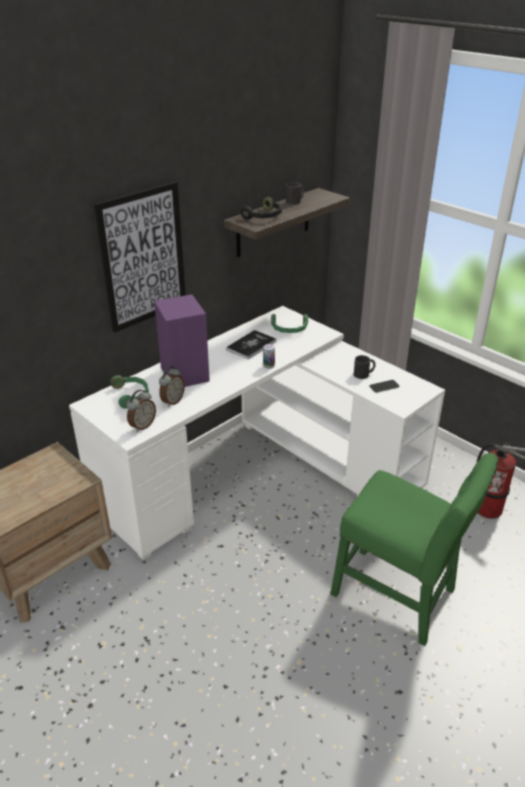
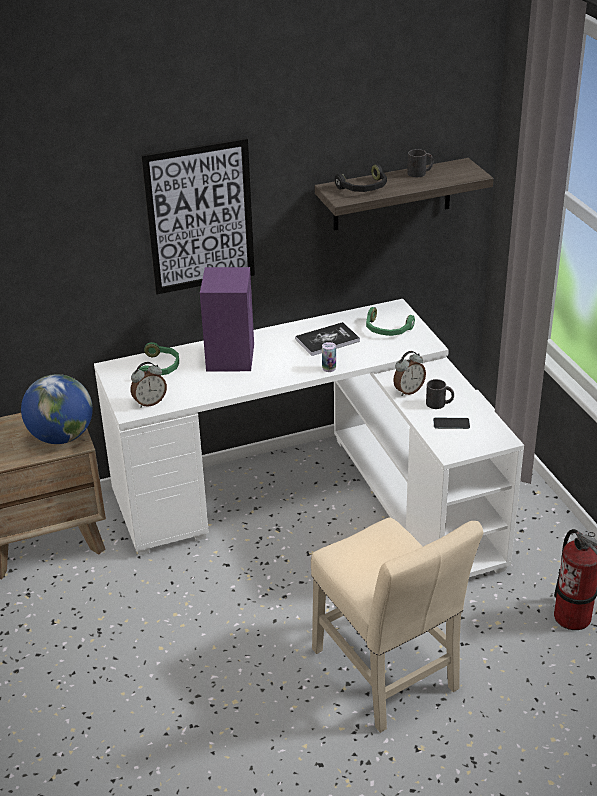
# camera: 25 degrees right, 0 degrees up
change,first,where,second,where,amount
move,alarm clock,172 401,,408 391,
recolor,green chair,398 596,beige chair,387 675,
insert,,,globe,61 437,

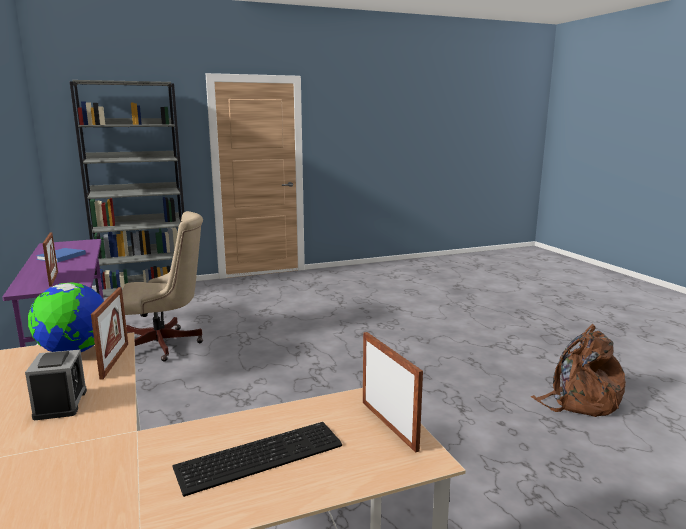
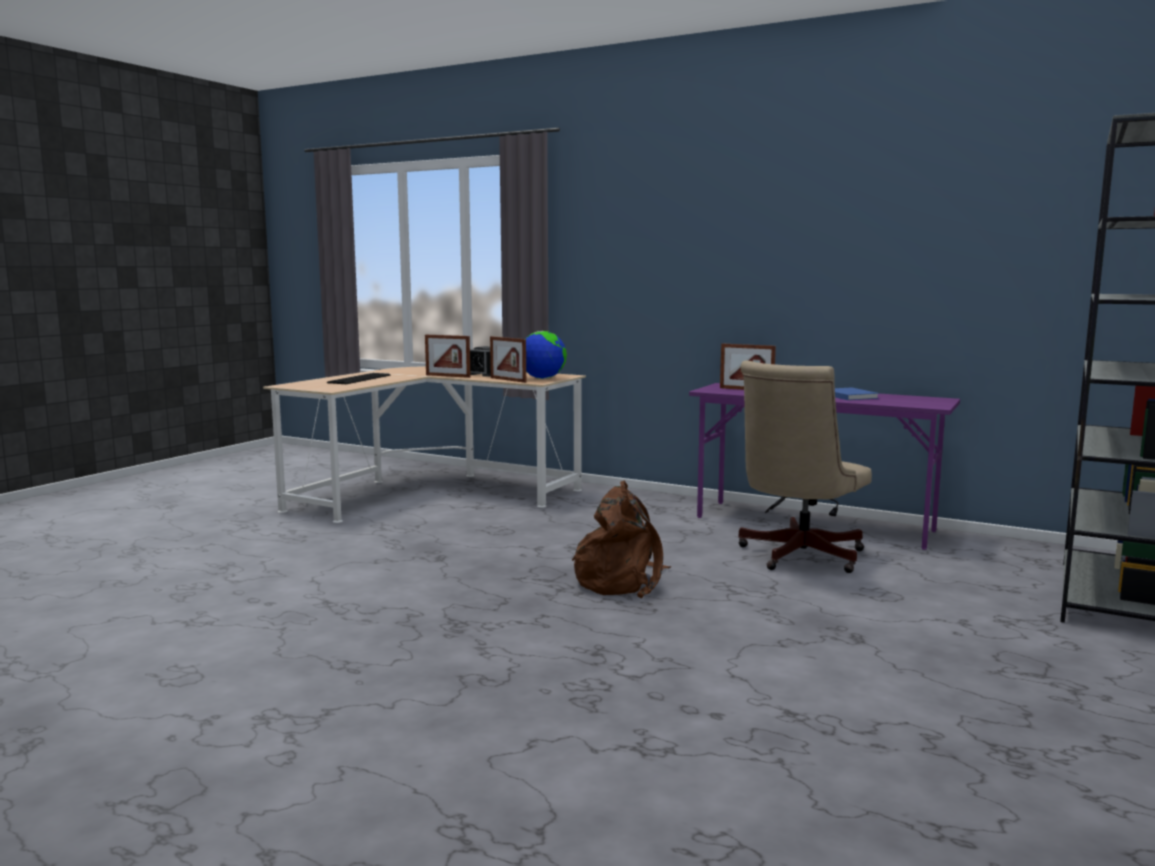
# camera: 140 degrees right, 5 degrees down
change,first,where,second,where,amount
move,brown backpack,579 401,,621 581,
move,picture frame,388 425,,448 376,

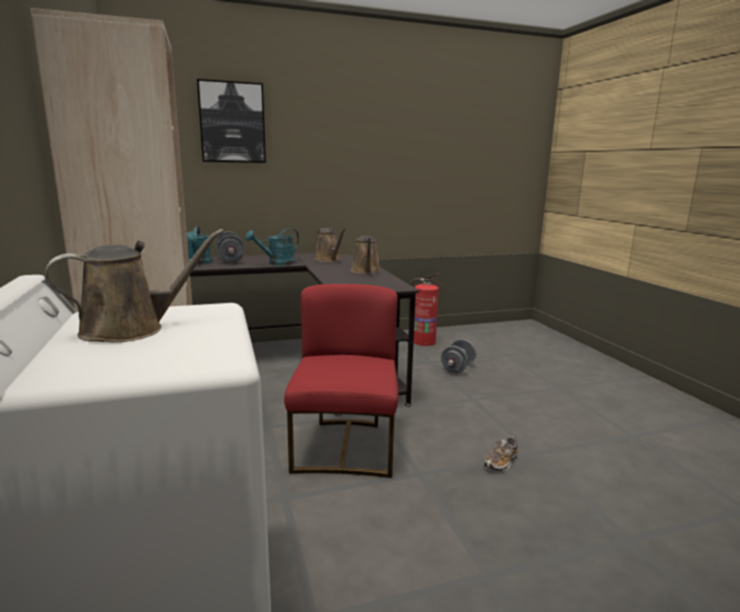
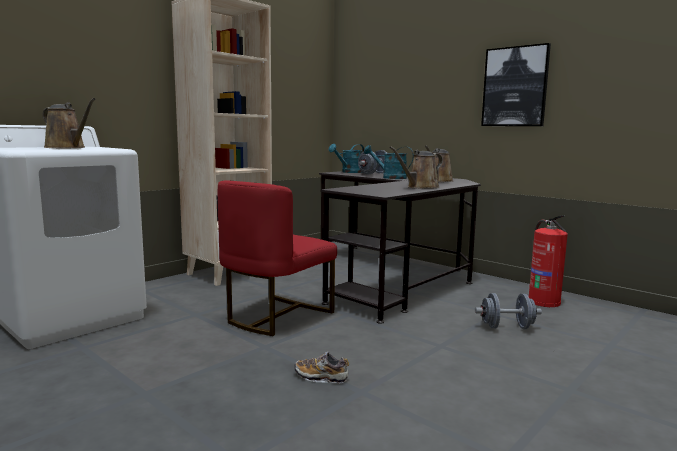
# camera: 60 degrees right, 5 degrees down
change,first,where,second,where,amount
move,picture,232 122,,515 87,
rotate,red chair,345 447,,276 316,150 degrees clockwise

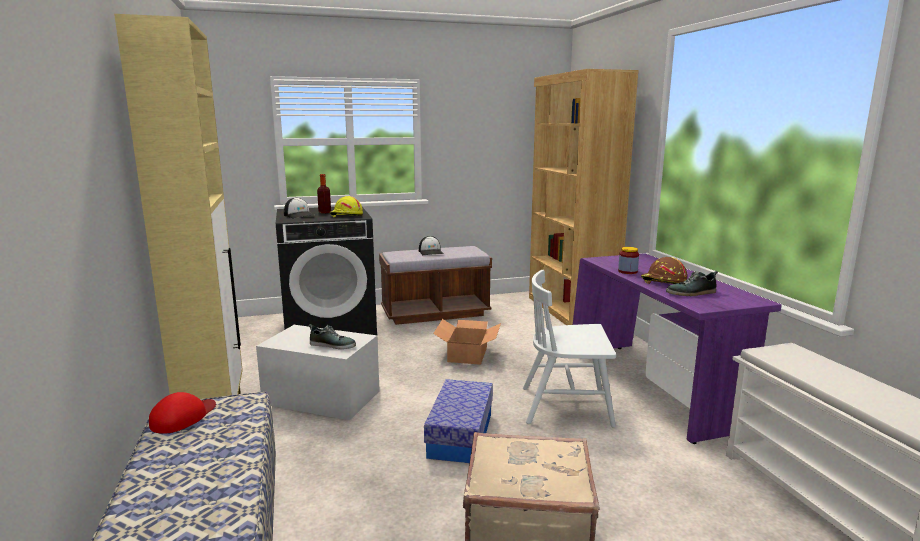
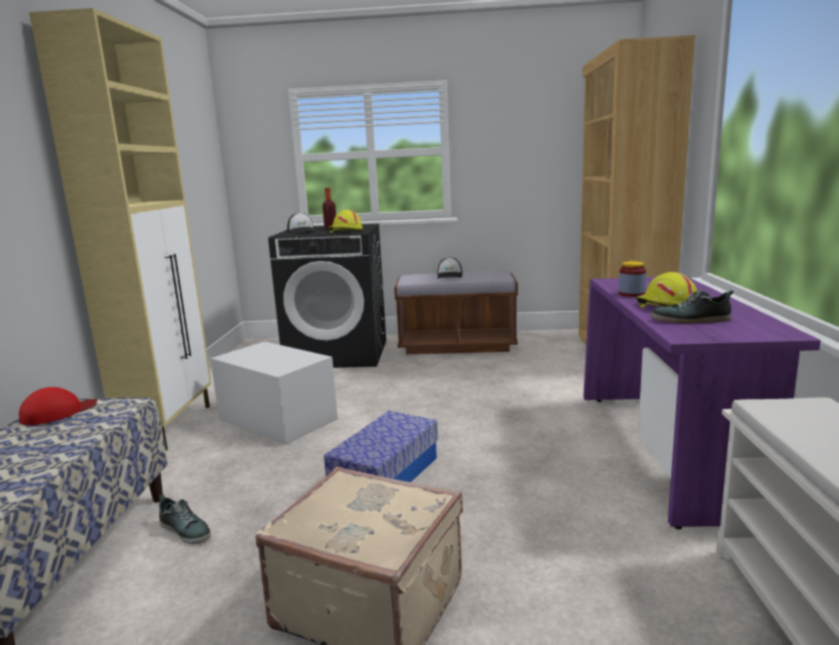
# camera: 20 degrees right, 0 degrees up
change,first,where,second,where,amount
recolor,brown hard hat,663 282,yellow hard hat,666 306,
delete,white chair,566 406,,,
delete,cardboard box,467 354,,,
move,shoe,333 345,,186 530,

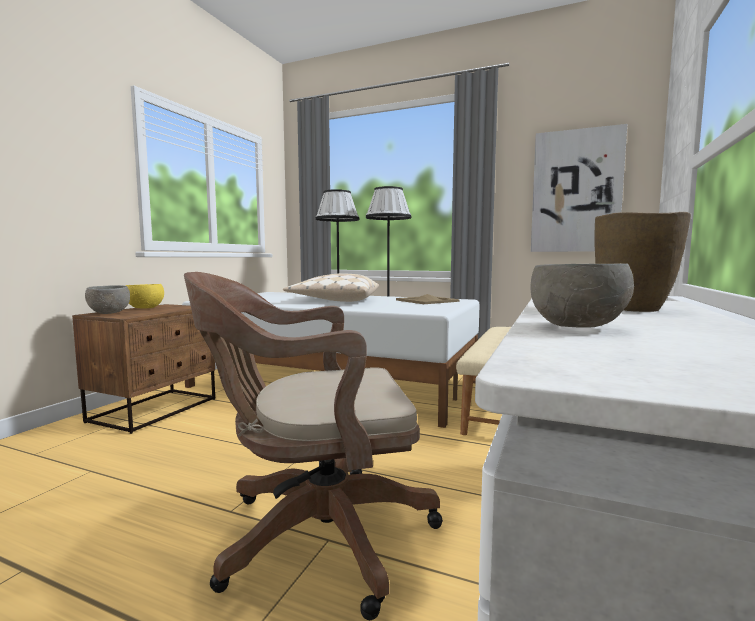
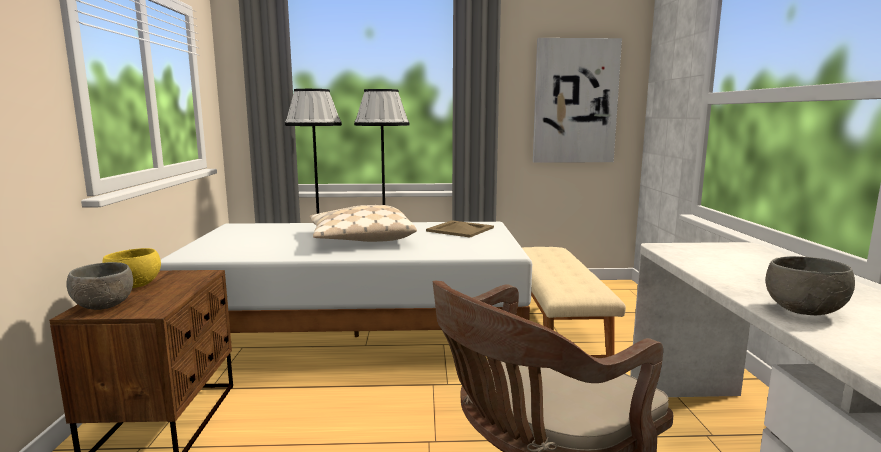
# camera: 25 degrees left, 5 degrees up
change,first,where,second,where,amount
delete,brown vase,633 309,,,

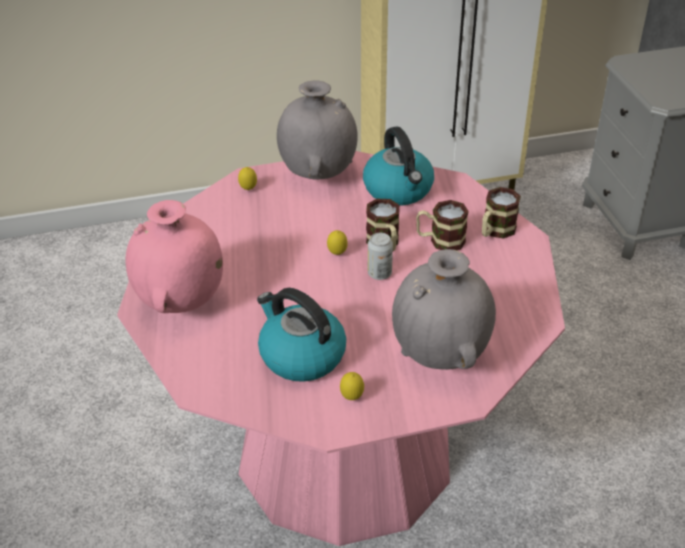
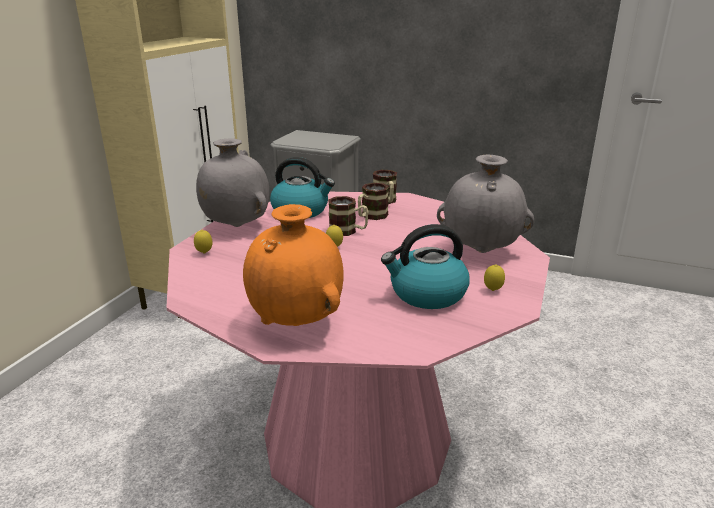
# camera: 55 degrees left, 15 degrees down
change,first,where,second,where,amount
recolor,pink vase,181 303,orange vase,297 323,
delete,can,379 274,,,

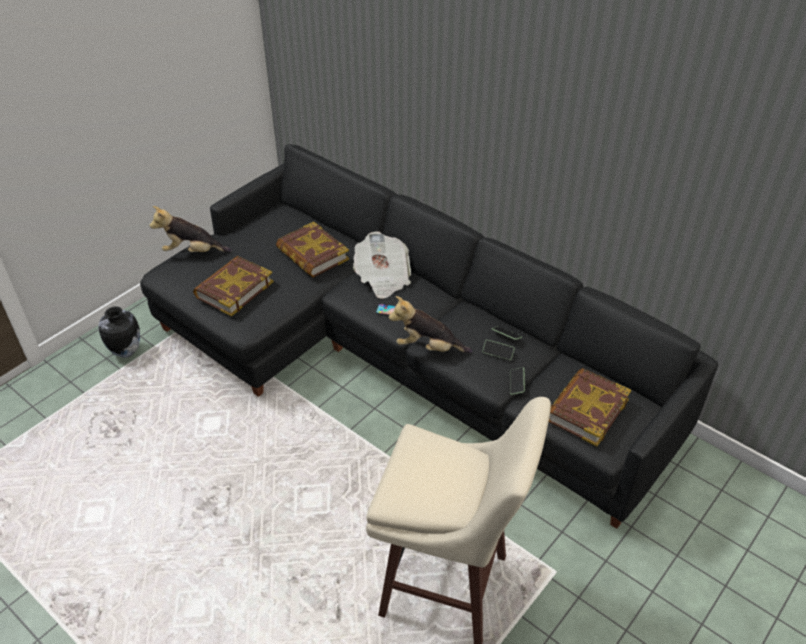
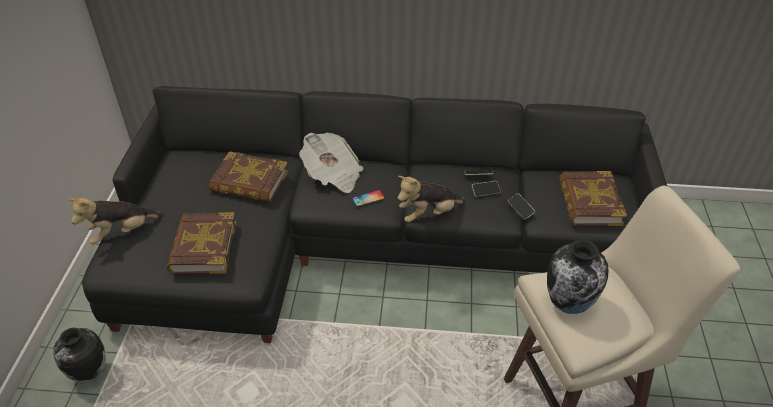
# camera: 35 degrees left, 0 degrees up
change,first,where,second,where,amount
insert,,,vase,569 305,

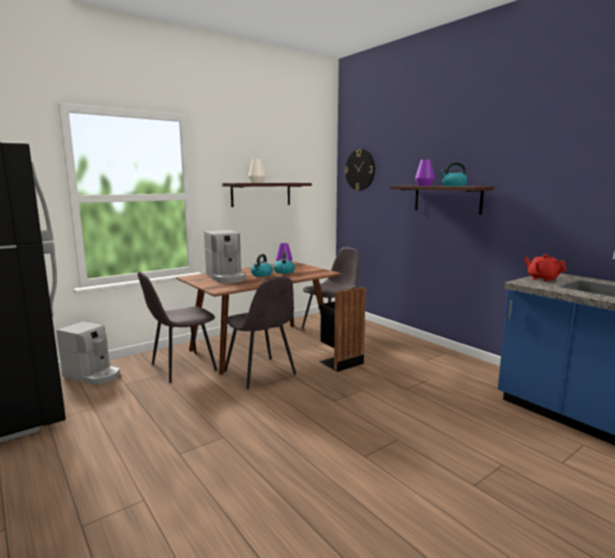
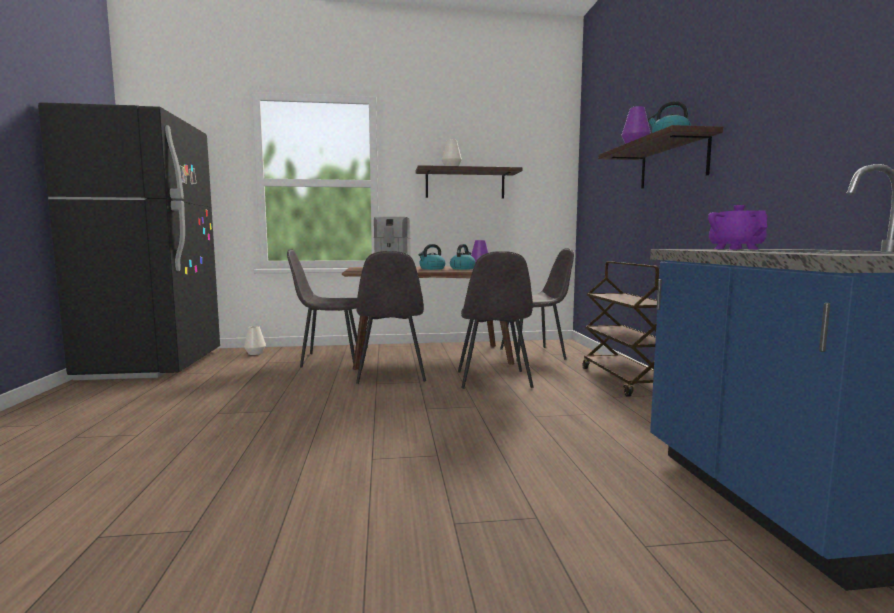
# camera: 30 degrees right, 5 degrees down
change,first,where,second,where,amount
delete,wall clock,360 170,,,
recolor,red teapot,542 279,purple teapot,735 249,
replace,black trash can,339 362,grey chair,493 380,
replace,coffee machine,93 375,white vase,255 353,
insert,,,brown cart,624 381,

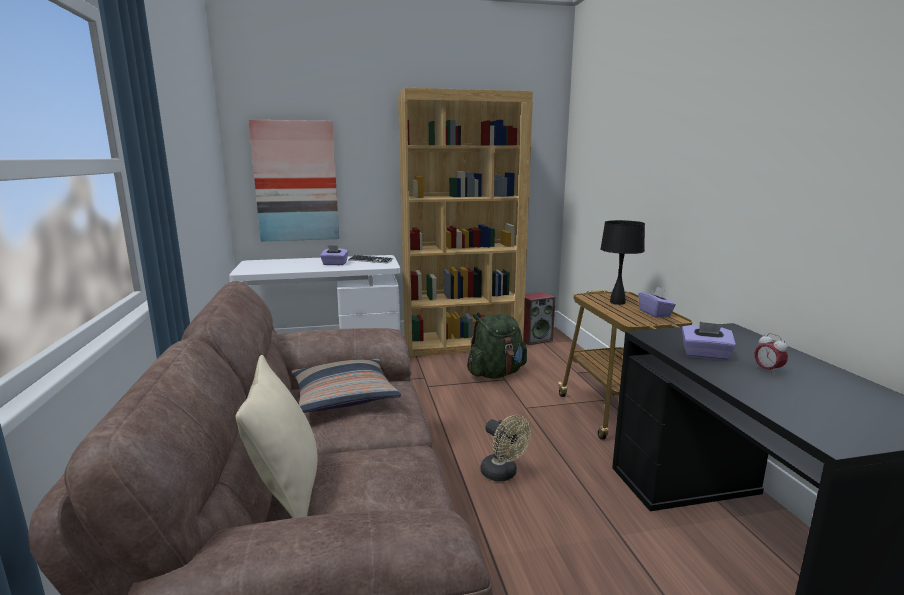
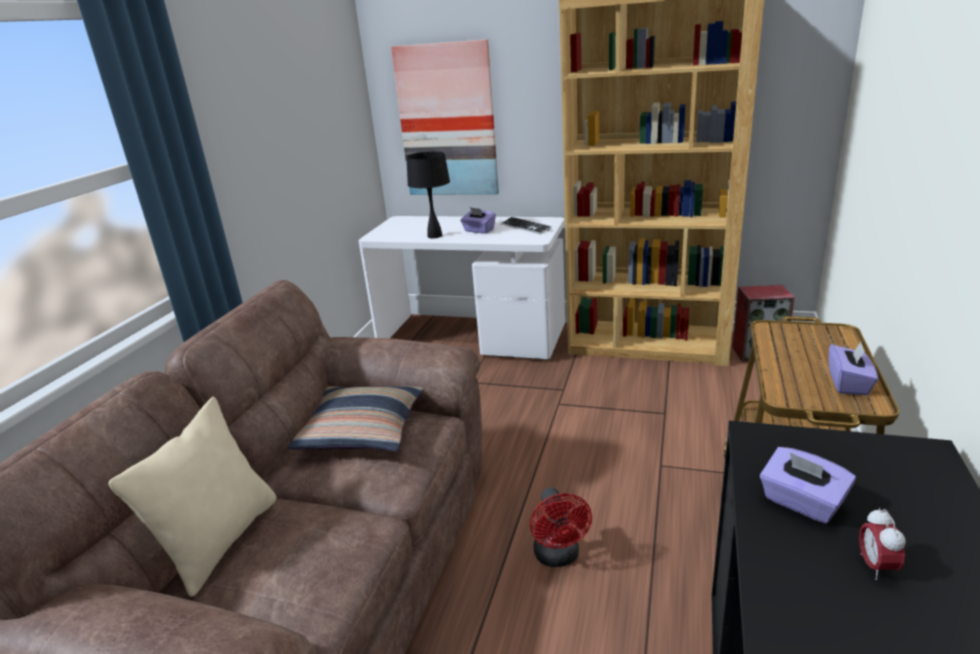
# camera: 30 degrees right, 10 degrees up
change,first,where,second,where,amount
move,black table lamp,617 302,,434 236,
delete,green backpack,496 374,,,
recolor,beige fan,503 474,red fan,559 557,

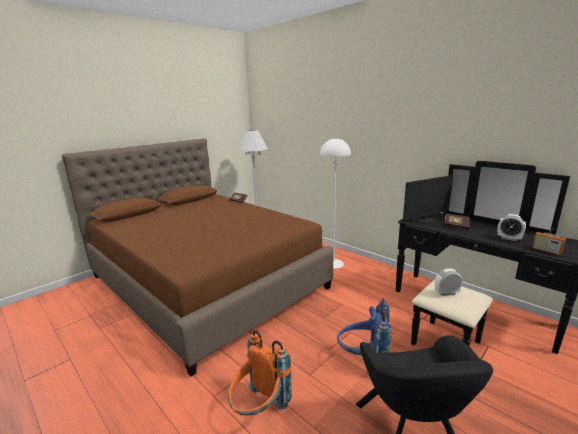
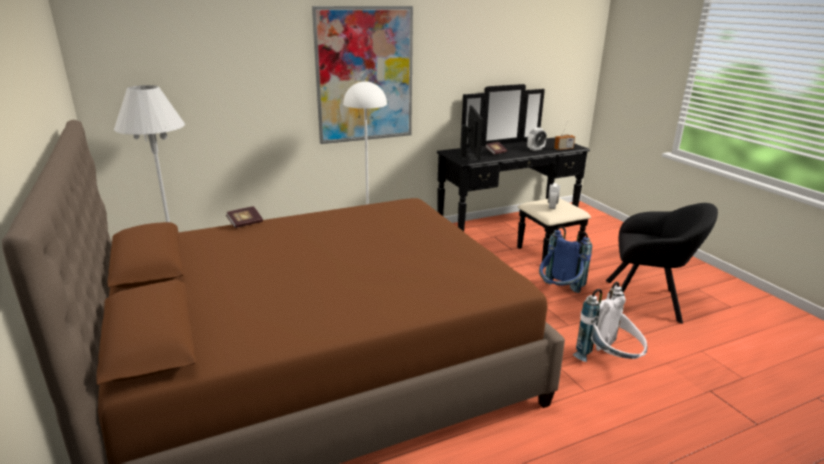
# camera: 70 degrees left, 5 degrees up
change,first,where,second,where,amount
recolor,orange backpack,259 410,white backpack,609 363,
insert,,,picture,365 75,

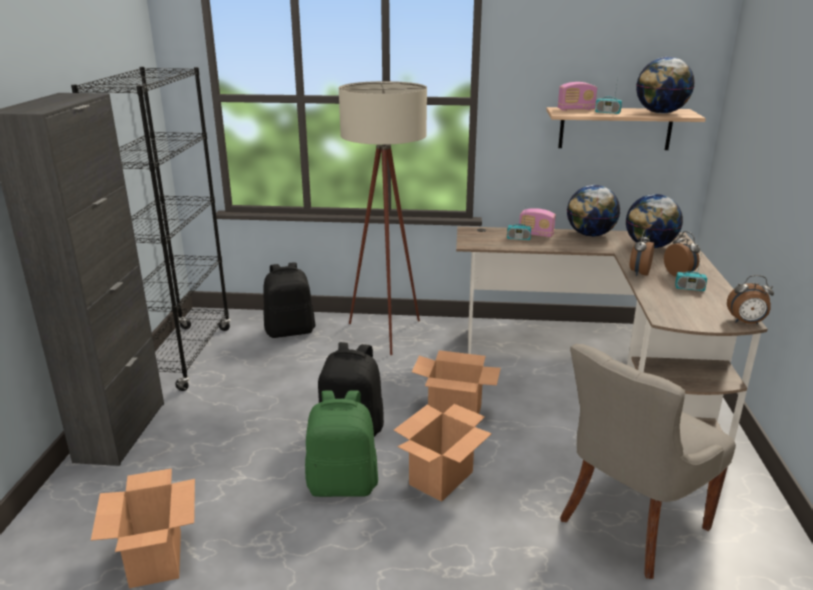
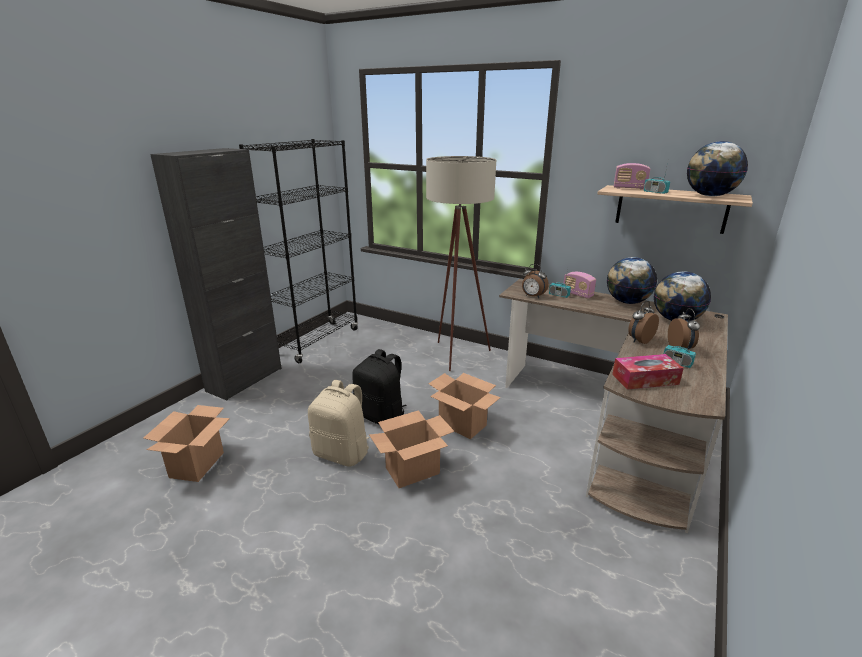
# camera: 25 degrees right, 0 degrees up
change,first,where,second,where,amount
delete,black backpack,290 331,,,
move,alarm clock,746 322,,532 296,
delete,grey chair,629 524,,,
recolor,green backpack,343 484,beige backpack,342 453,
insert,,,tissue box,645 379,

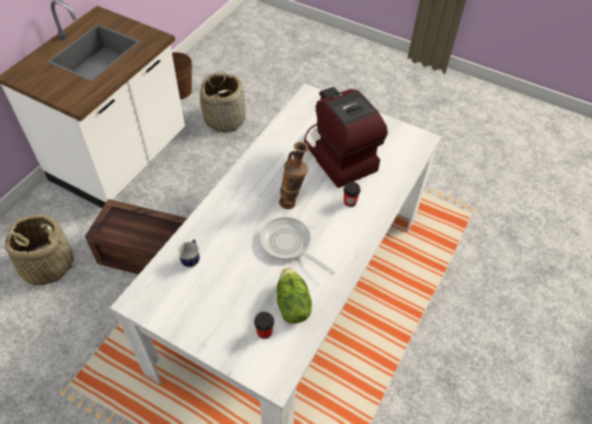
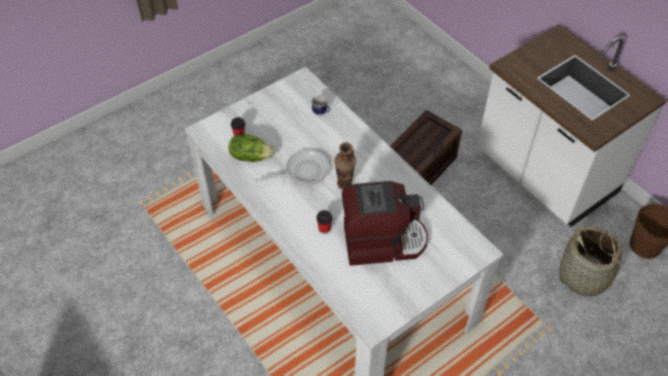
# camera: 115 degrees right, 0 degrees up
change,first,where,second,where,amount
delete,basket,47 265,,,

